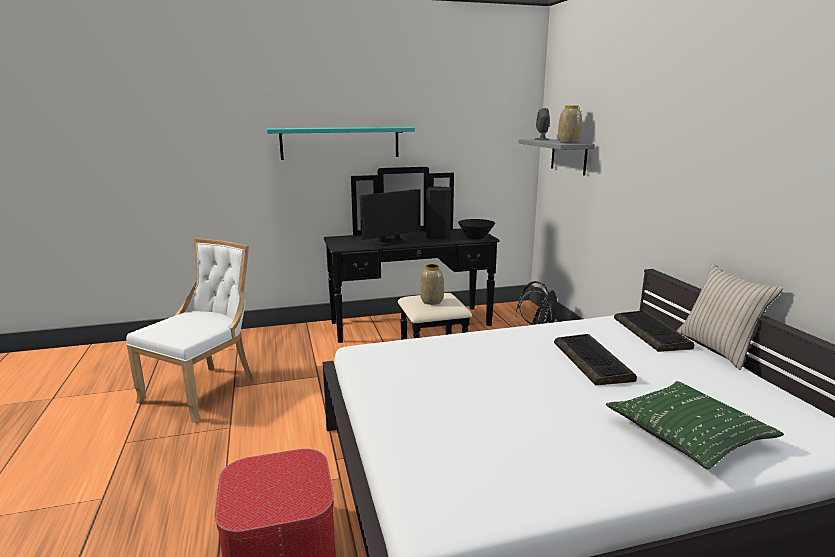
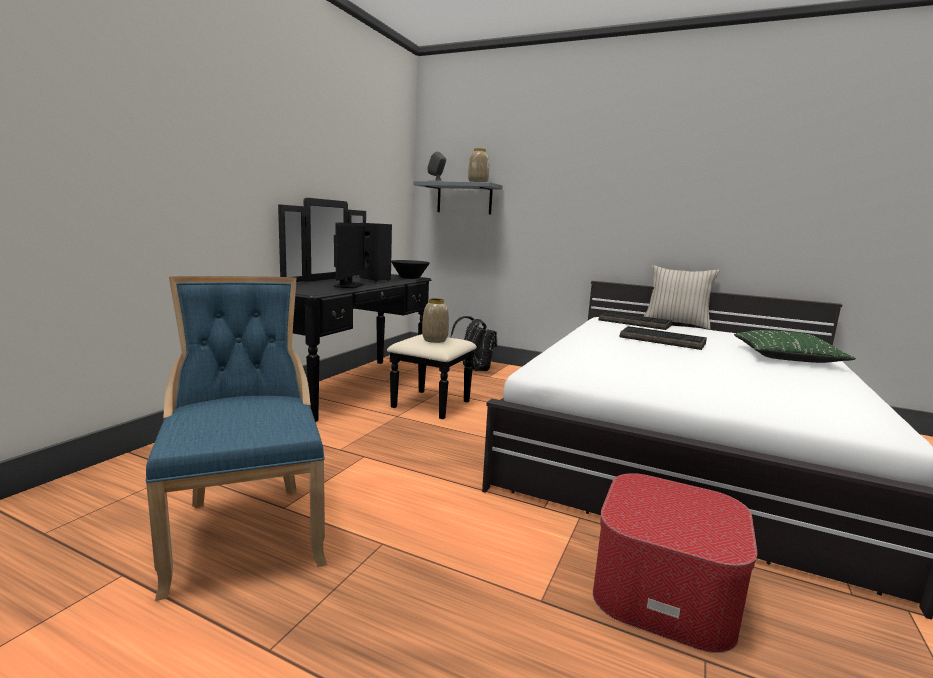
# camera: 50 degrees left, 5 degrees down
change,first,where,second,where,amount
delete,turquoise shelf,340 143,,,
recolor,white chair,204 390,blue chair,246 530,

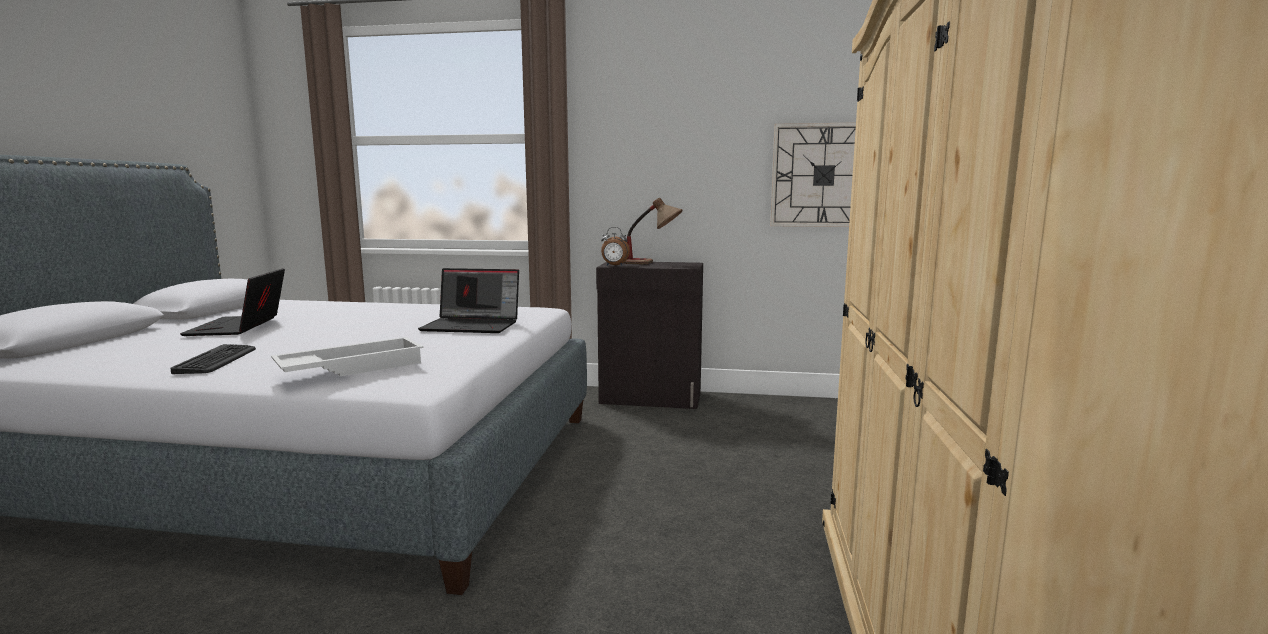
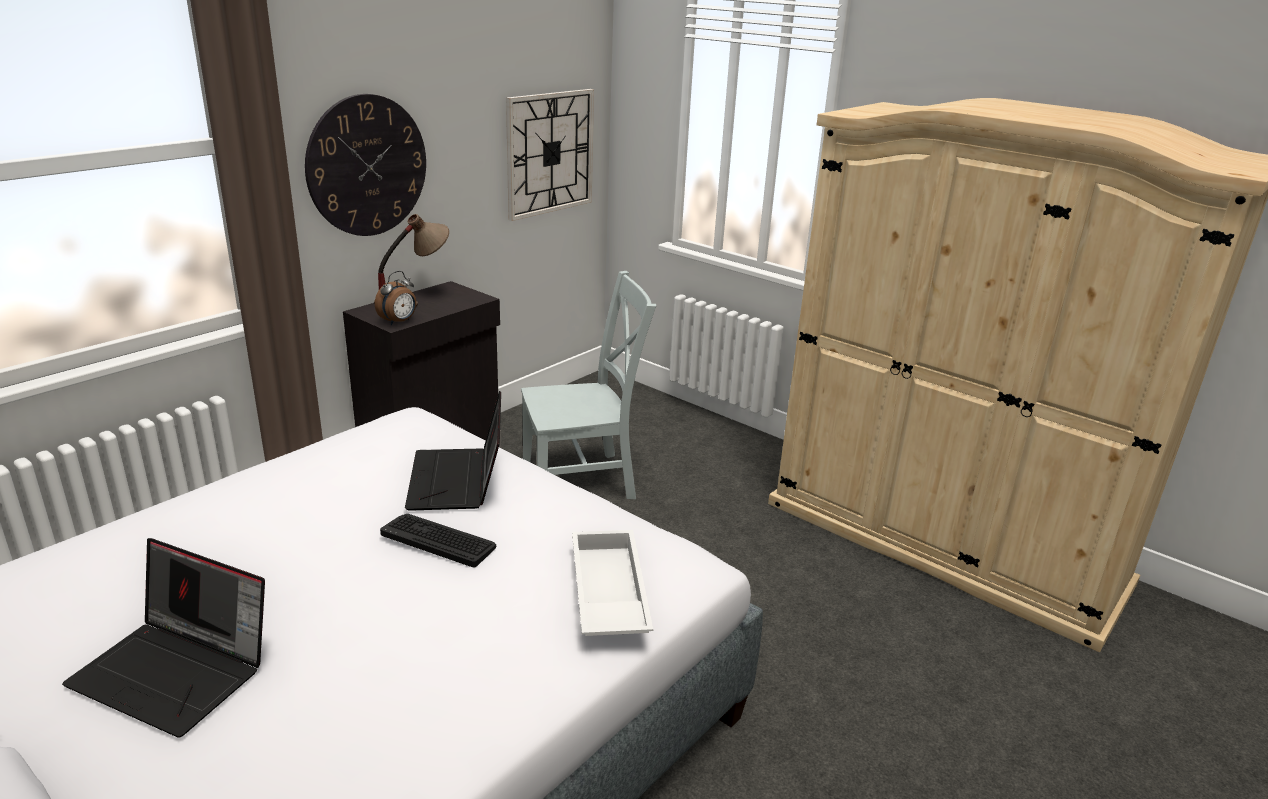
# camera: 60 degrees left, 15 degrees up
change,first,where,second,where,amount
rotate,laptop,473 325,,458 481,135 degrees clockwise
move,keyboard,217 360,,438 540,
insert,,,wall clock,367 166,
insert,,,grey chair,583 480,

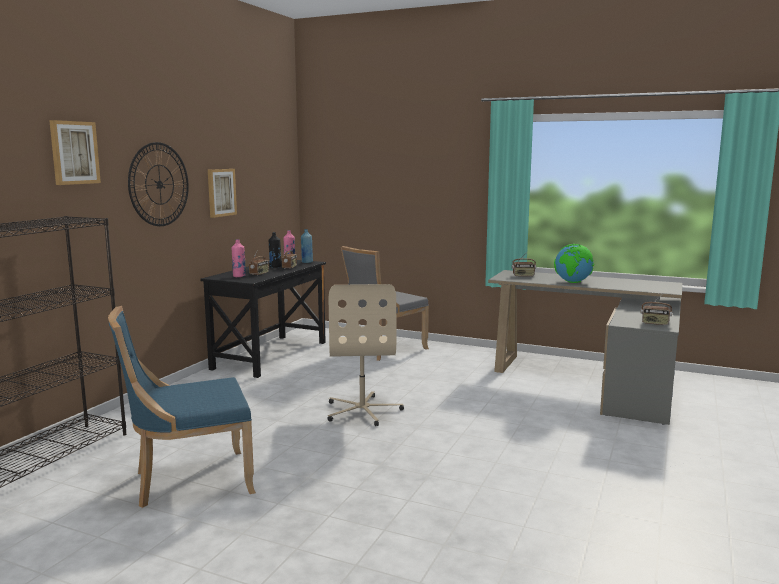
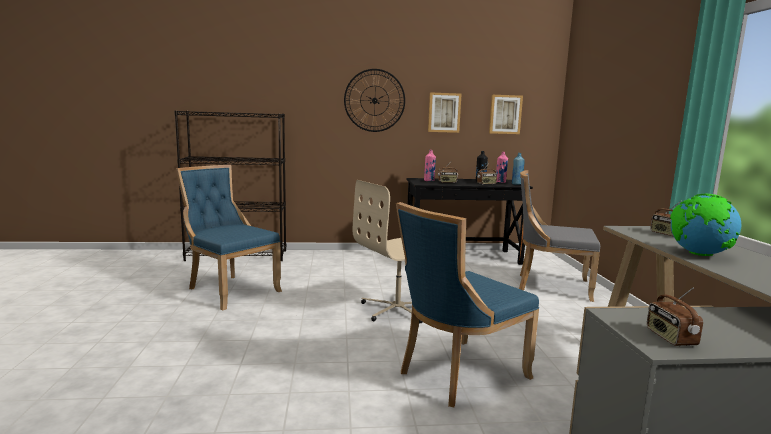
# camera: 60 degrees right, 0 degrees up
change,first,where,second,where,amount
move,picture,74 152,,505 114,
insert,,,blue chair,458 374,

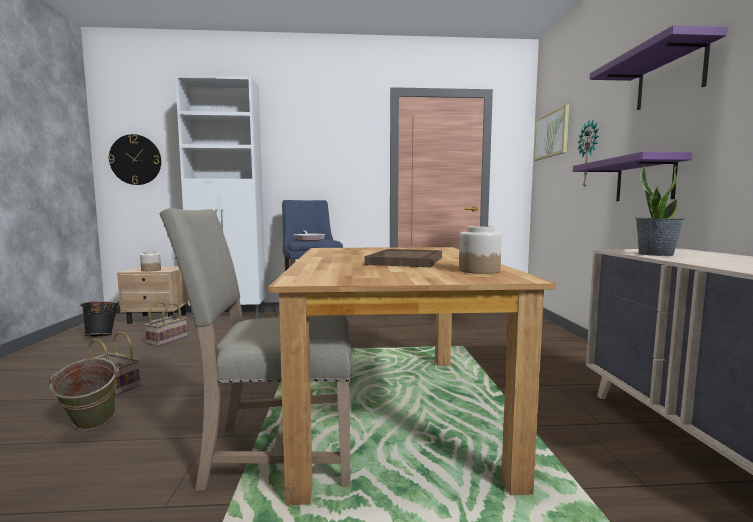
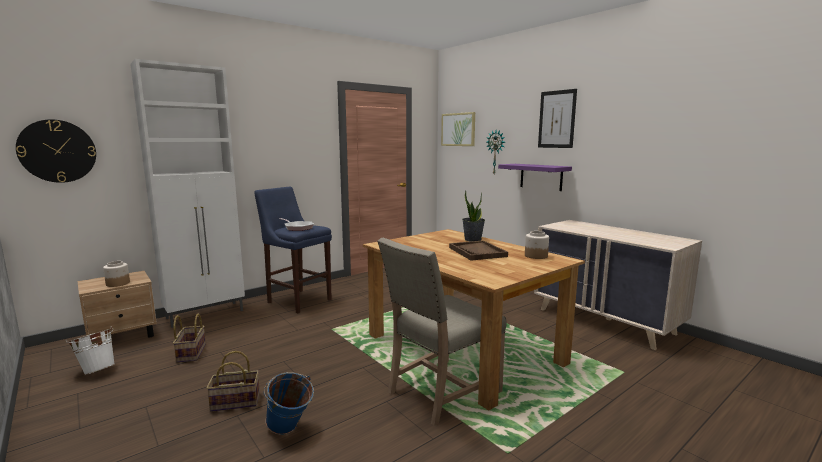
# camera: 35 degrees left, 5 degrees up
change,first,where,second,where,amount
replace,purple shelf,670 76,picture,557 119,
move,potted plant,655 254,,472 239,
recolor,black bucket,102 336,white bucket,97 370,
recolor,green bucket,90 428,blue bucket,290 431,

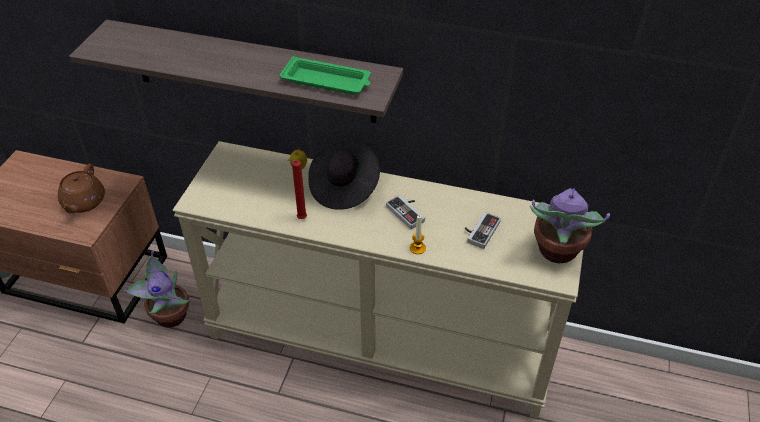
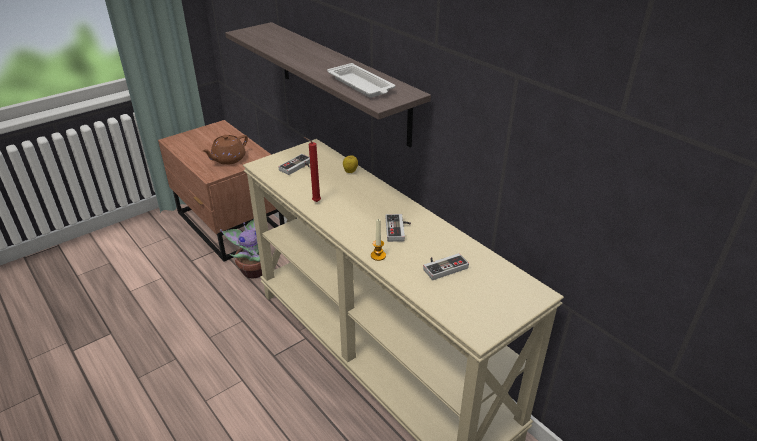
# camera: 35 degrees right, 10 degrees down
change,first,where,second,where,amount
recolor,green tray,327 81,white tray,361 85,
delete,black hat,344 187,,,
delete,potted plant,557 251,,,
insert,,,game controller,298 167,

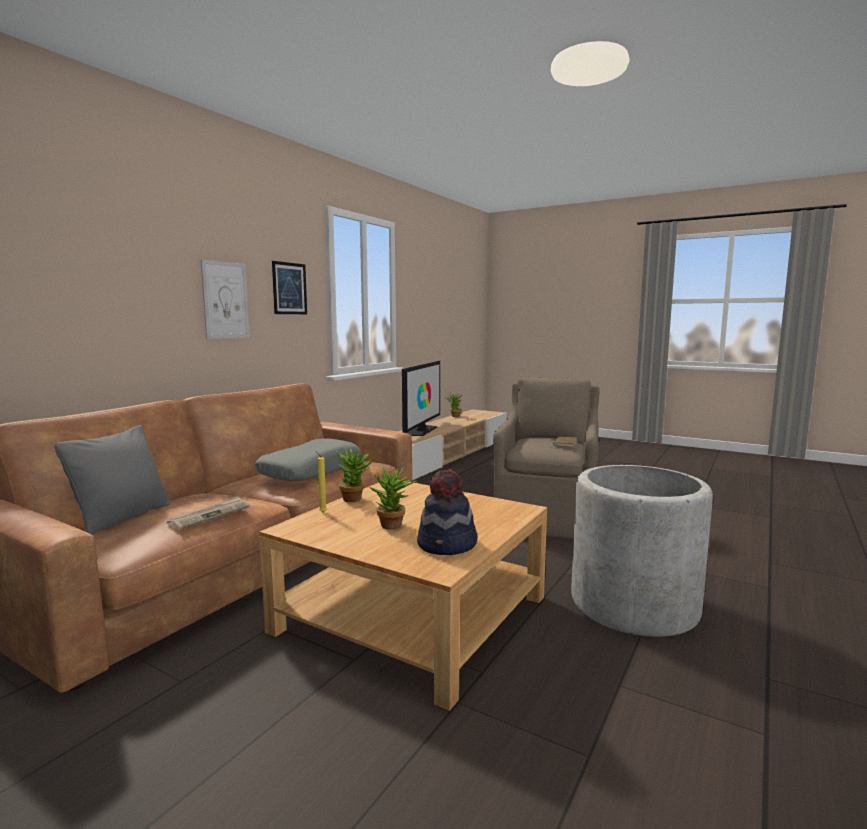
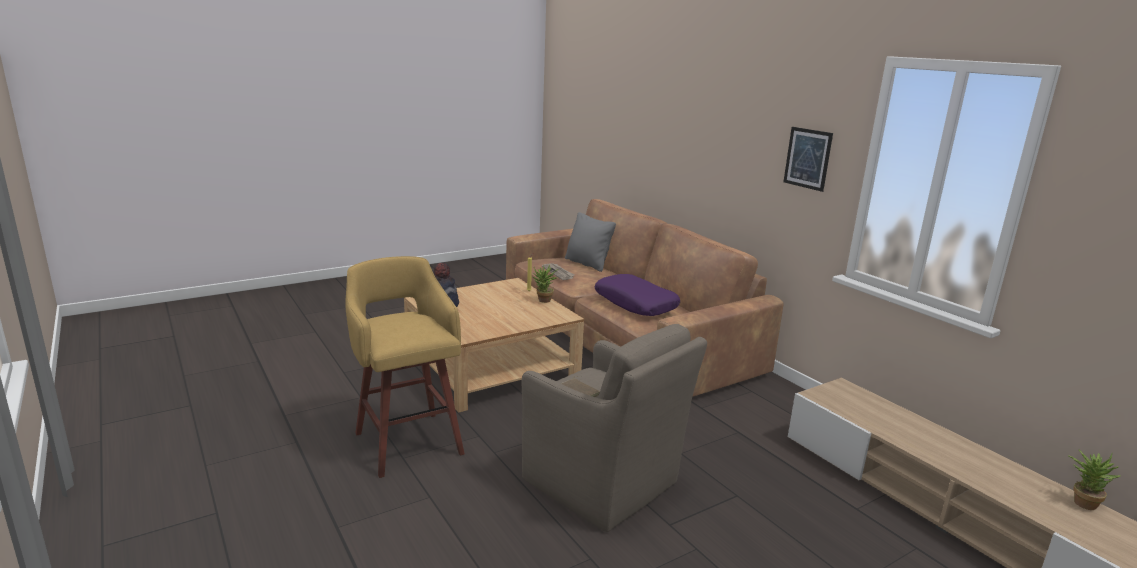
# camera: 115 degrees right, 10 degrees up
change,first,where,second,where,amount
delete,picture,225 300,,,
delete,television,421 430,,,
recolor,grey pillow,311 471,purple pillow,636 304,
replace,grey planter,633 604,yellow stool,408 441,
delete,potted plant,393 527,,,

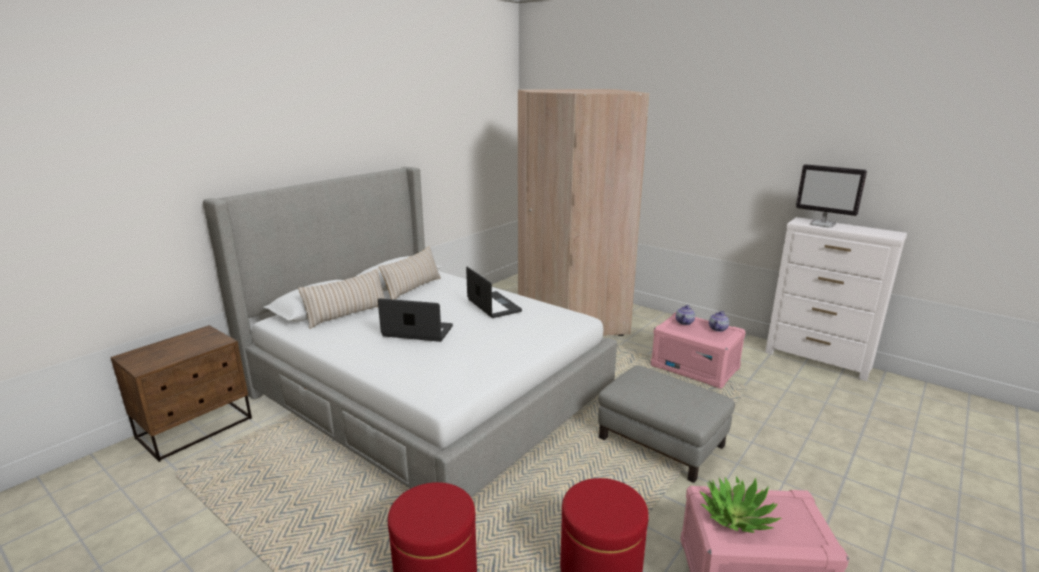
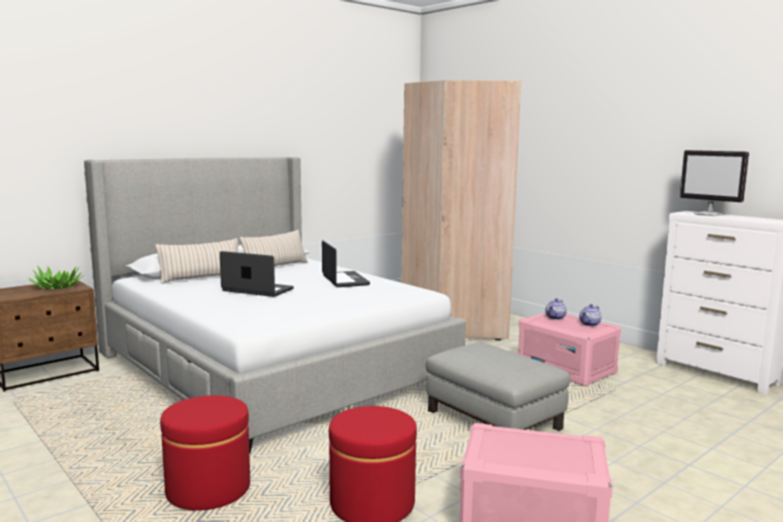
# camera: 10 degrees right, 10 degrees down
change,first,where,second,where,amount
move,potted plant,736 516,,57 287,

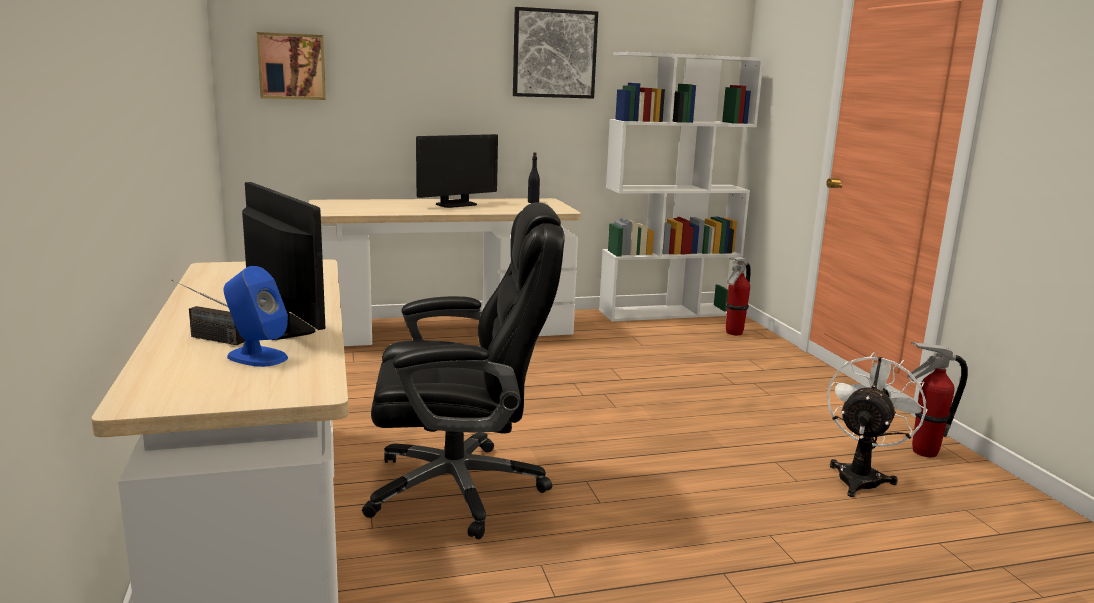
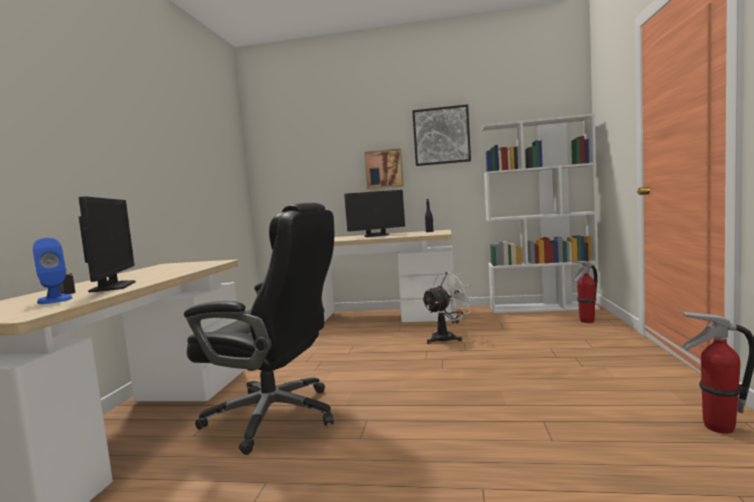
# camera: 25 degrees right, 10 degrees down
change,first,where,second,where,amount
move,picture,292 66,,384 169,
move,white fan,861 476,,447 337,

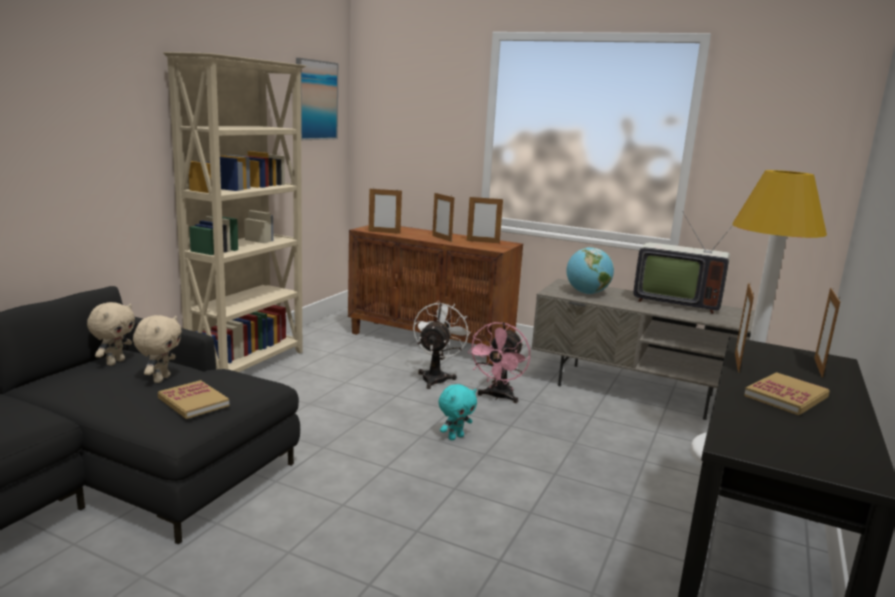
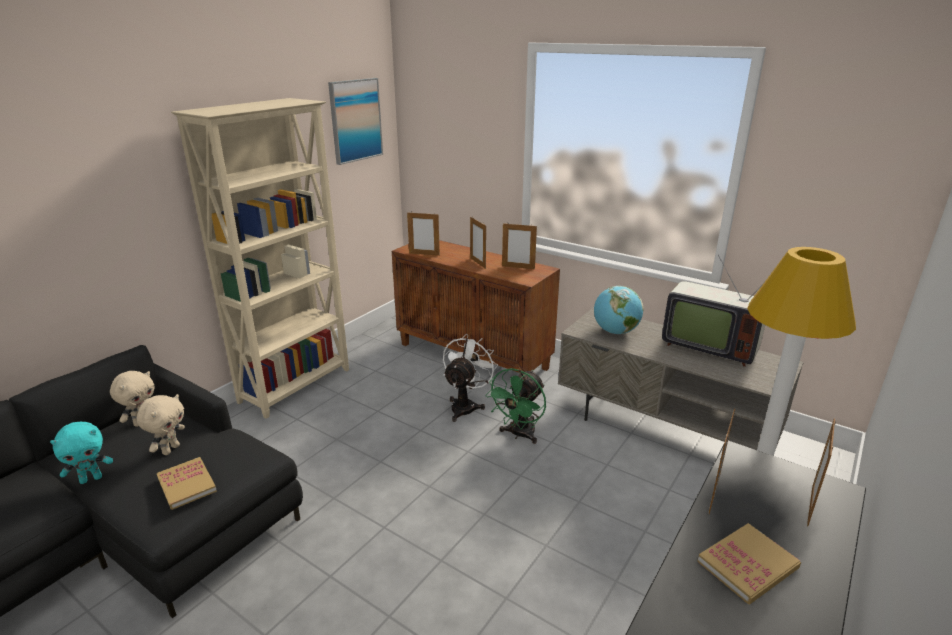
# camera: 10 degrees right, 10 degrees up
change,first,where,second,where,amount
recolor,pink fan,498 397,green fan,519 435,
move,turquoise plush toy,455 437,,91 479,

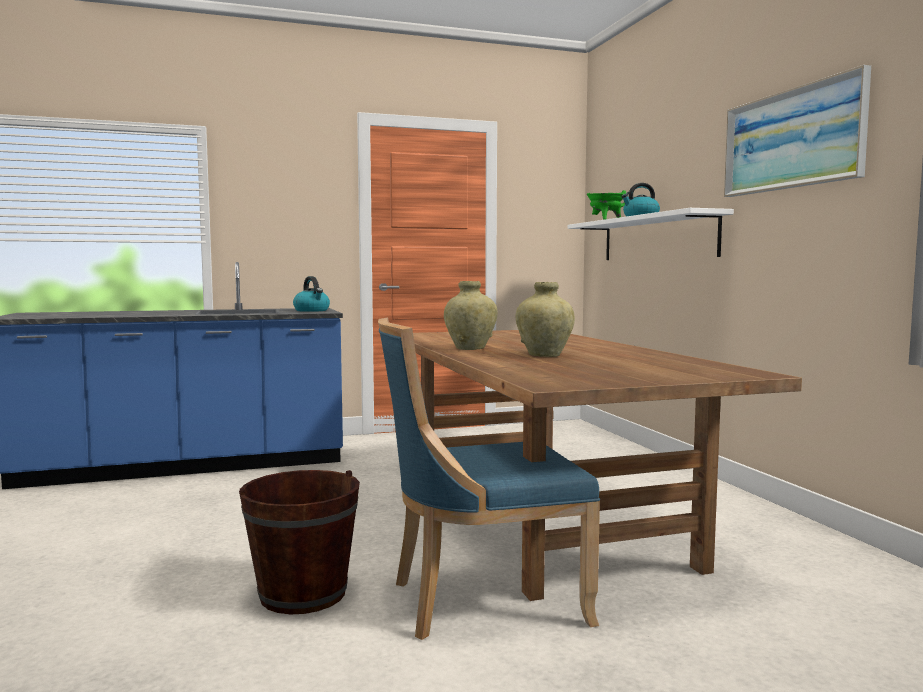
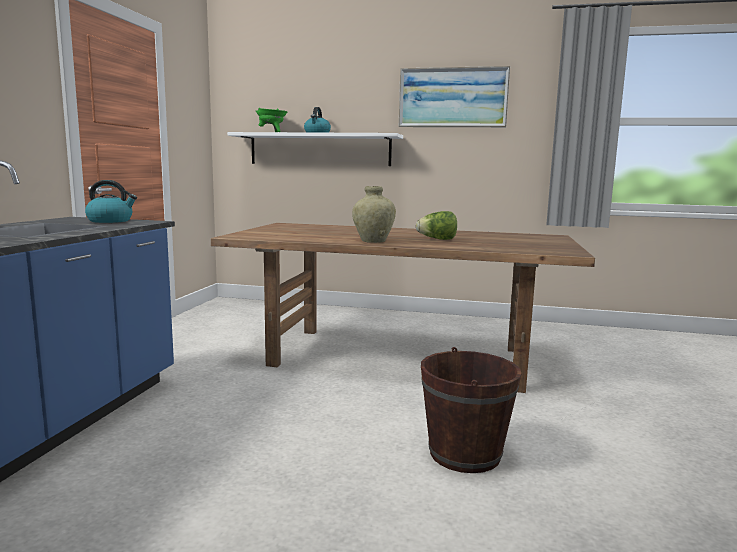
# camera: 60 degrees left, 5 degrees up
change,first,where,second,where,amount
replace,beige vase,544 355,lettuce,437 239,
delete,blue chair,480 600,,,

